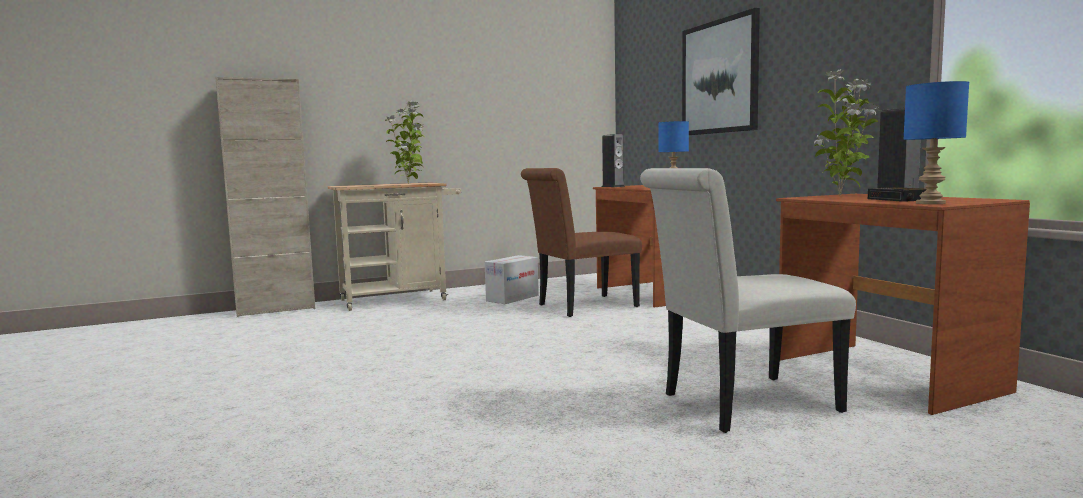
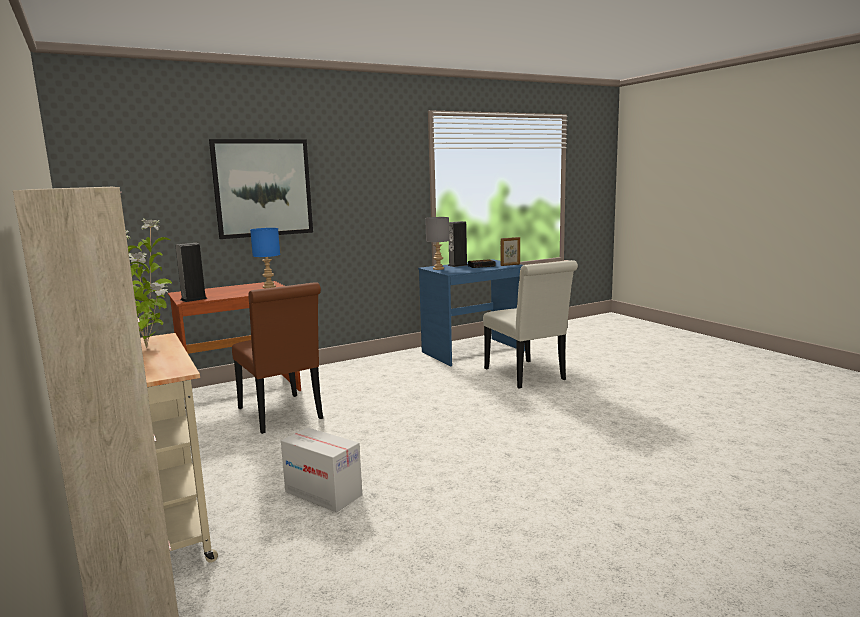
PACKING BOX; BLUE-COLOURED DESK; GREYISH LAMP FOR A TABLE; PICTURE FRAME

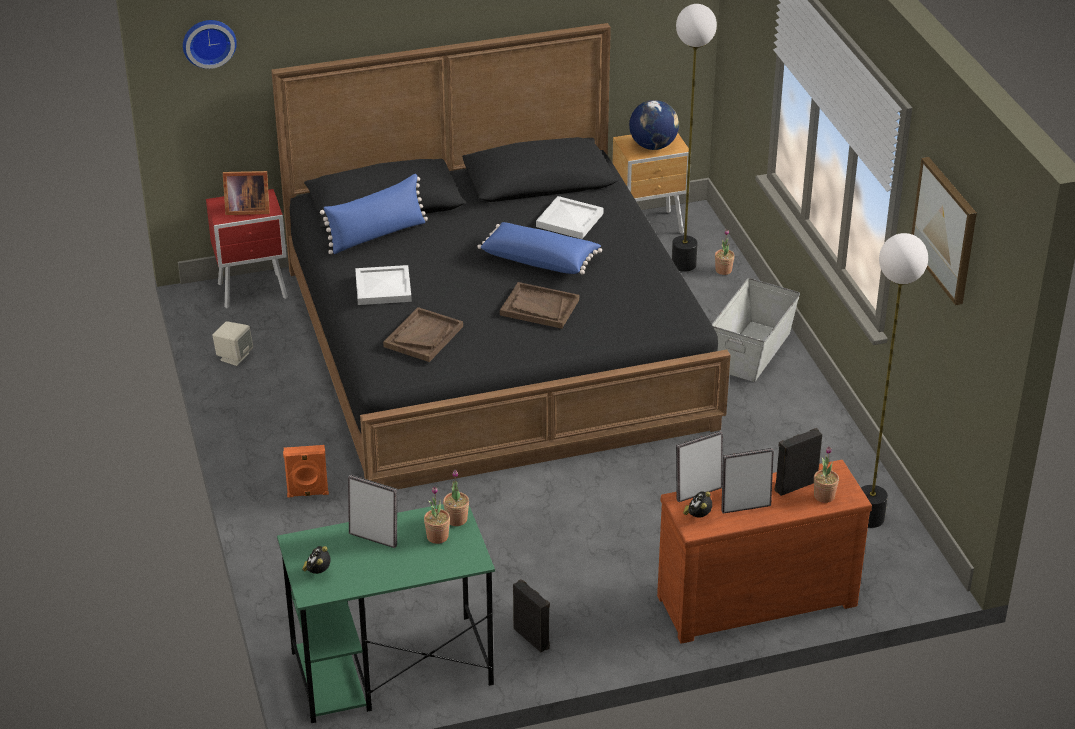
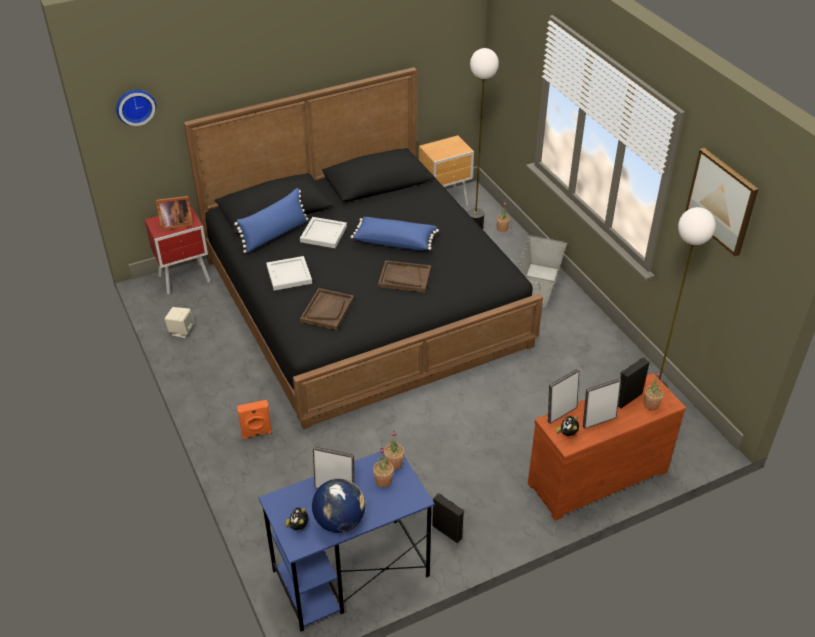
BLUE-COLOURED DESK; WHITE CARRYING TRAY (2nd from left); DESK GLOBE

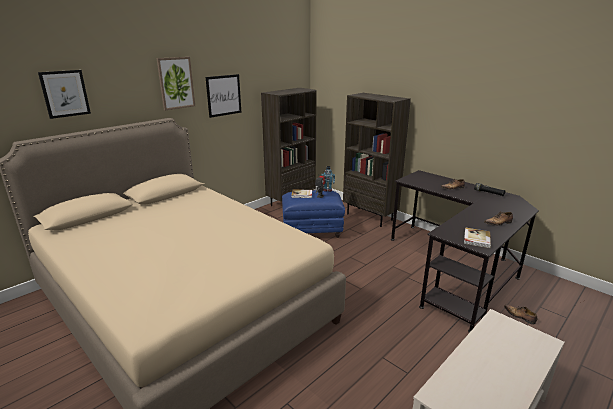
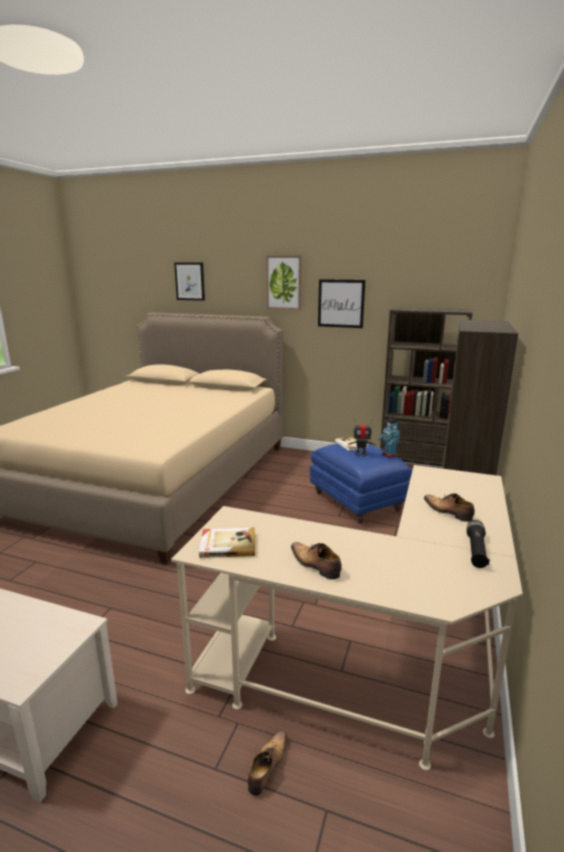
BEIGE DESK

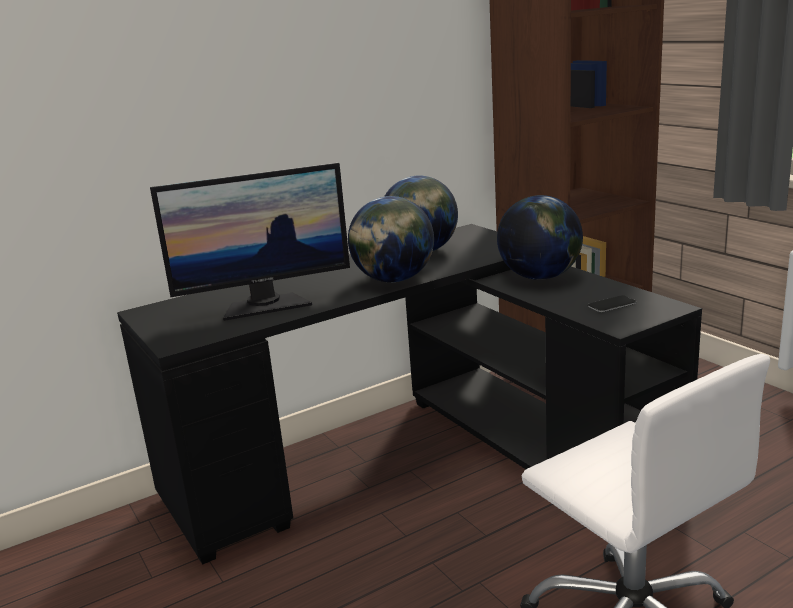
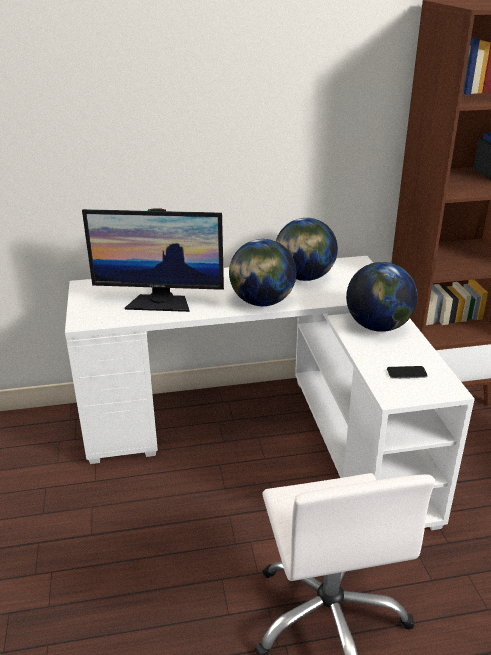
WHITE DESK

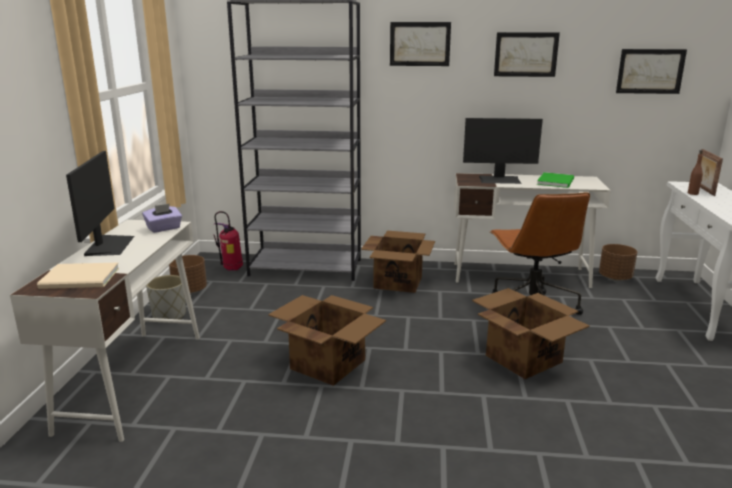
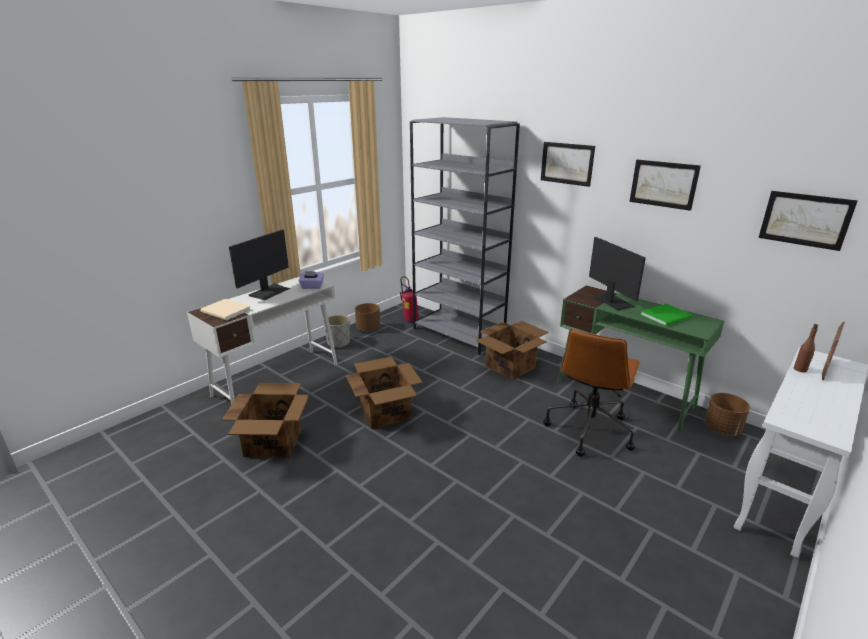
PACKING BOX (1st from left); GREEN-COLOURED DESK; COMPUTER DISPLAY (2nd from left)

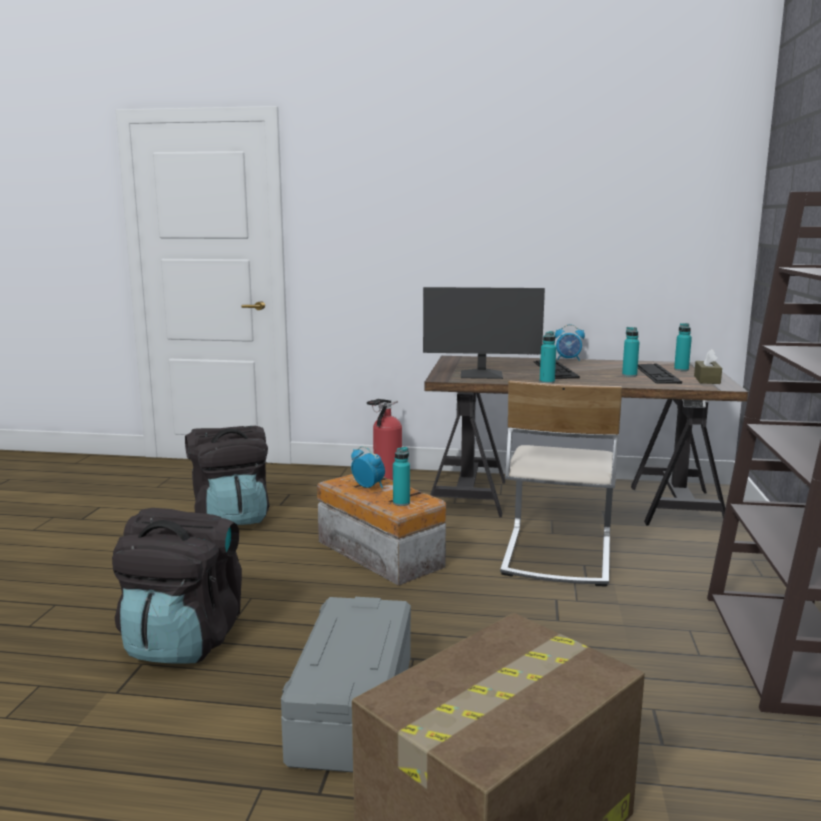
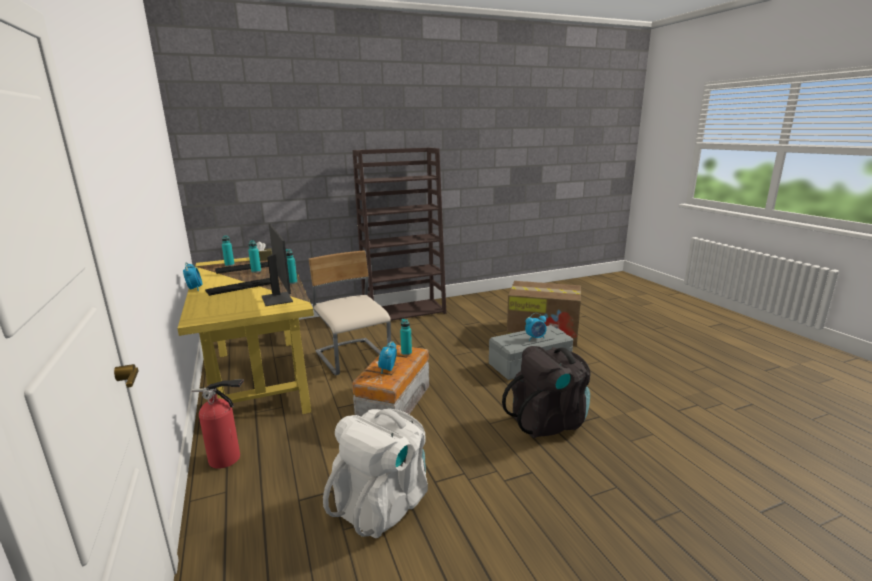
YELLOWISH DESK; BEIGE UPRIGHT CHAIR; WHITE KNAPSACK; ALARM CLOCK (3rd from left)

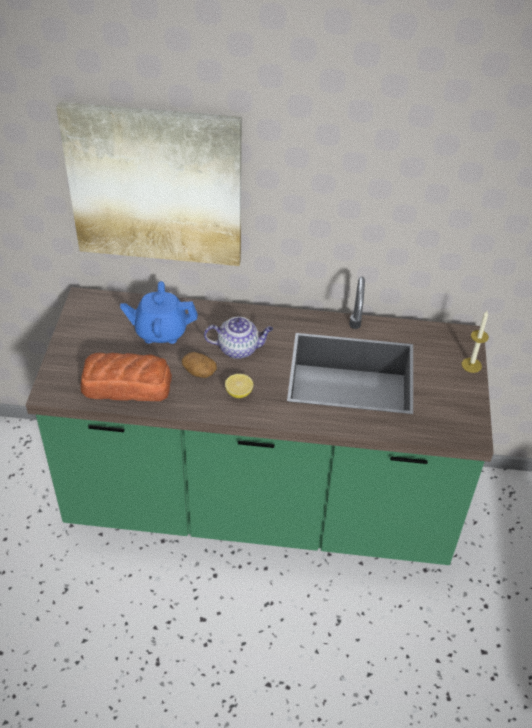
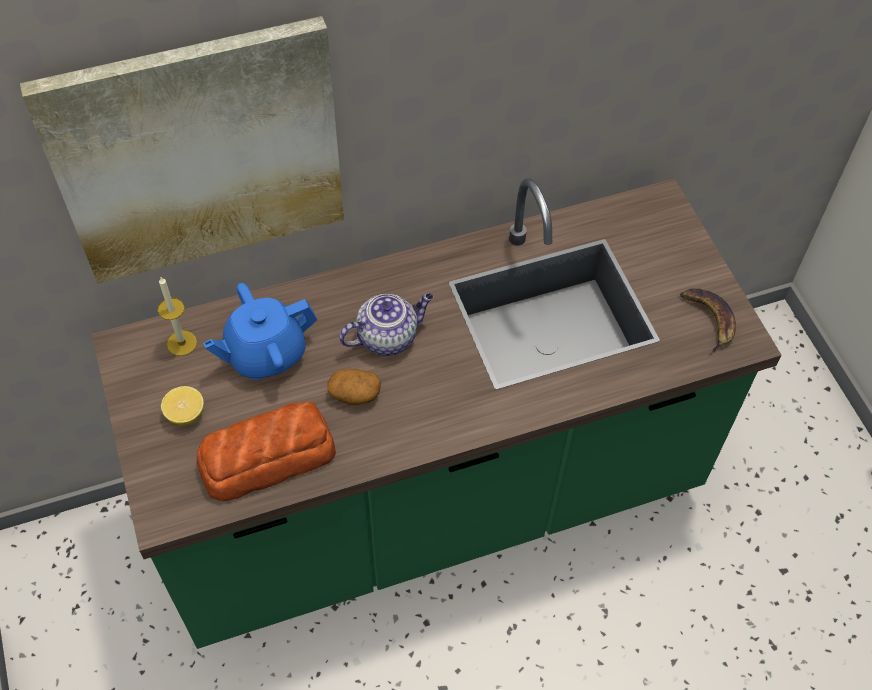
WAX CANDLE; WHOLE LEMON; BANANA FRUIT

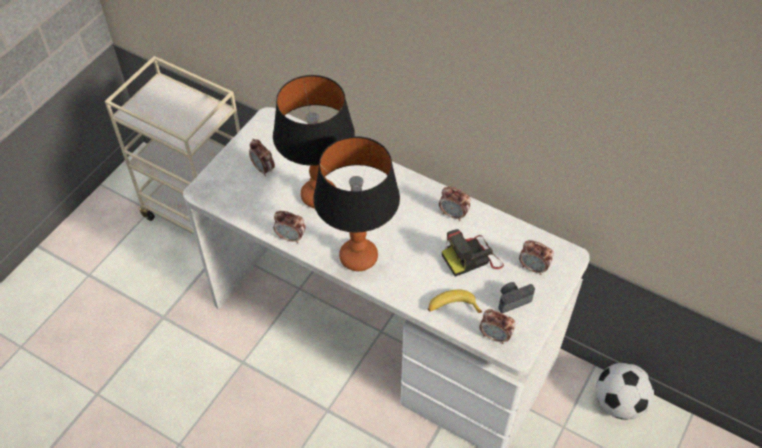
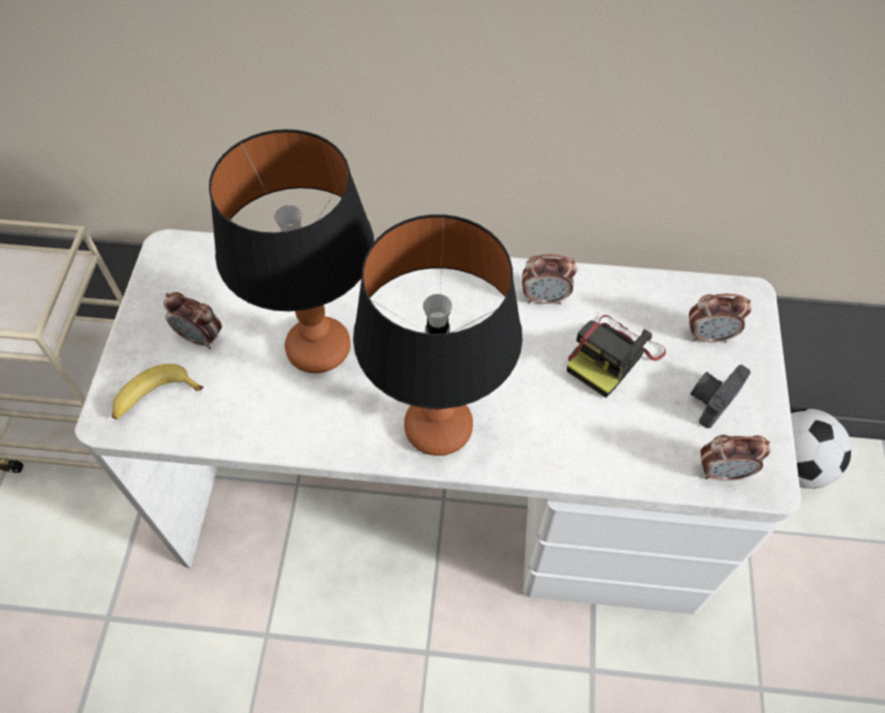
BANANA FRUIT; ALARM CLOCK (2nd from left in the first image)

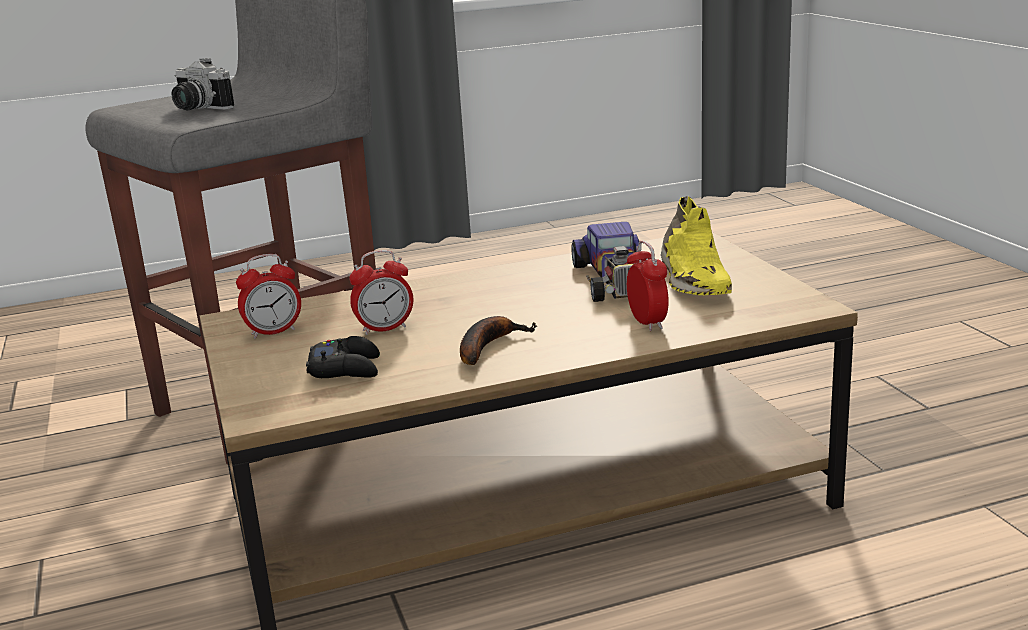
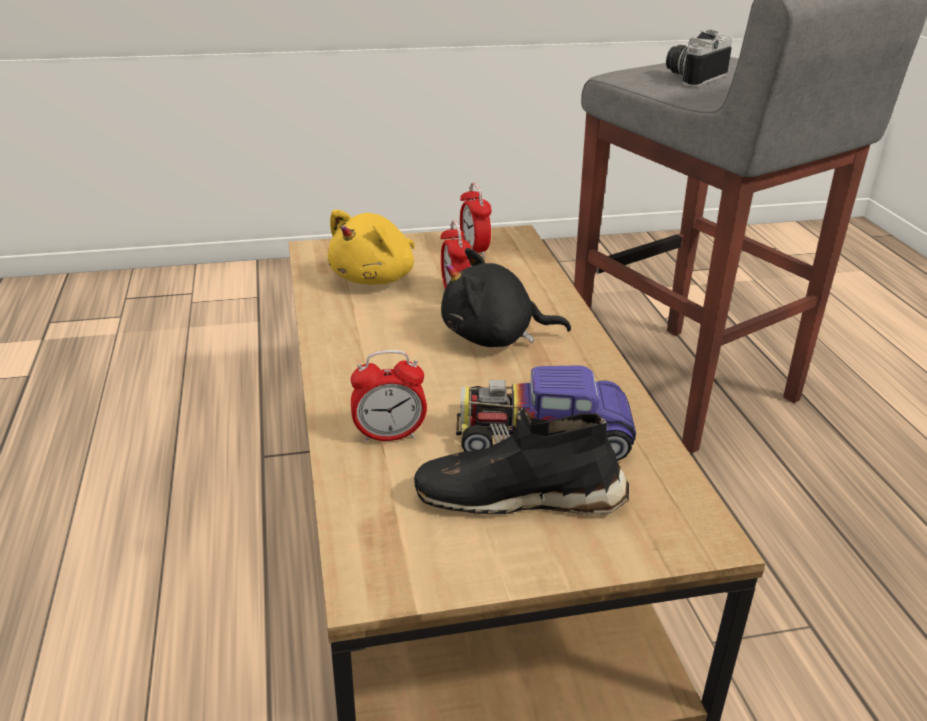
YELLOWISH CUDDLY TOY; BLACK-COLOURED LOW SHOE; BLACK-COLOURED CUDDLY TOY; BANANA FRUIT

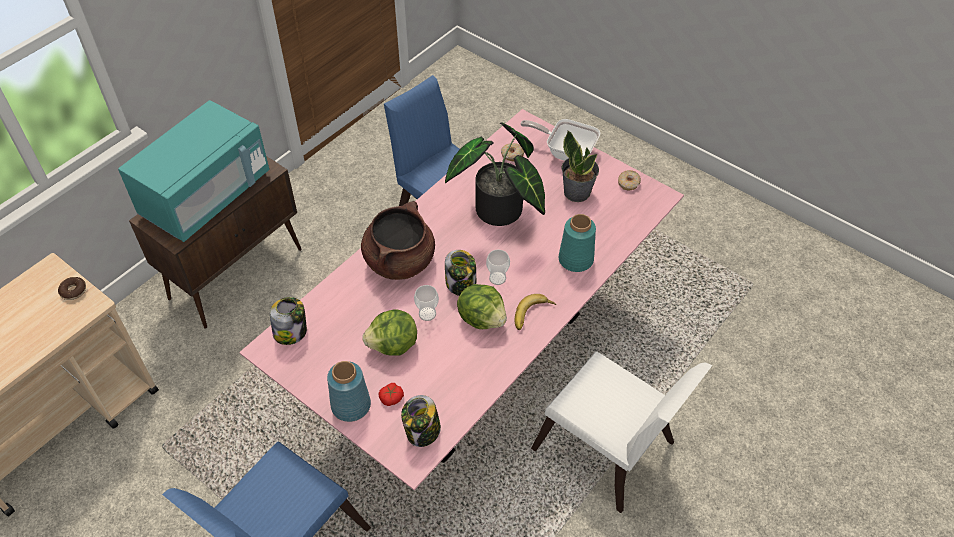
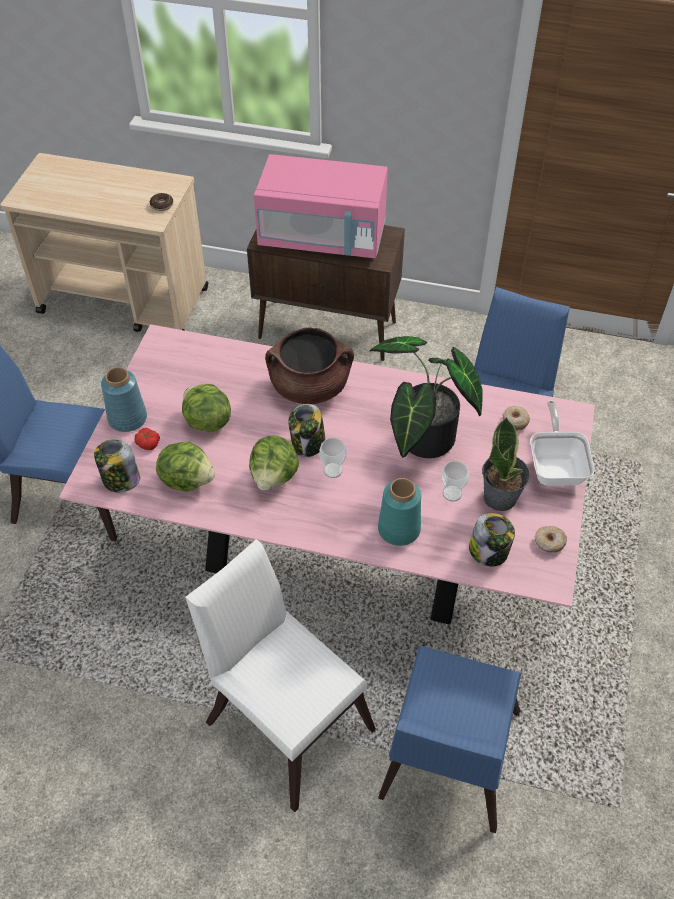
HEAD OF LETTUCE (1st from left); WHITE UPRIGHT CHAIR; PINK-COLOURED MICROWAVE OVEN; BLUE-COLOURED UPRIGHT CHAIR (2nd from left); CUP (2nd from left); PRESERVE JAR (3rd from left); BANANA FRUIT

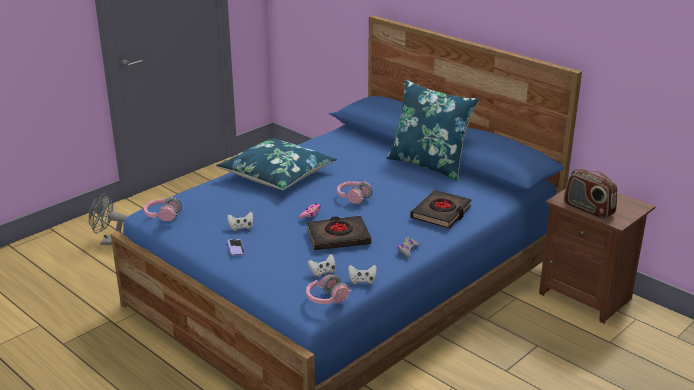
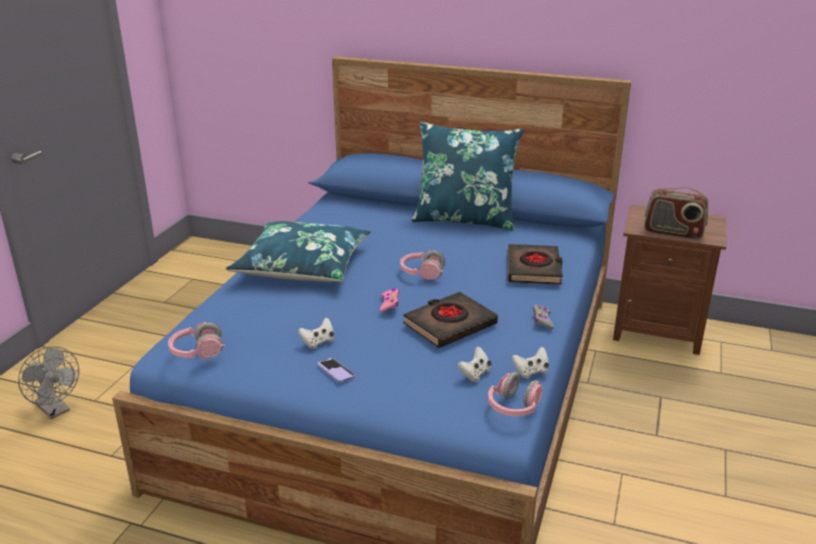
GREYISH COOLING FAN

